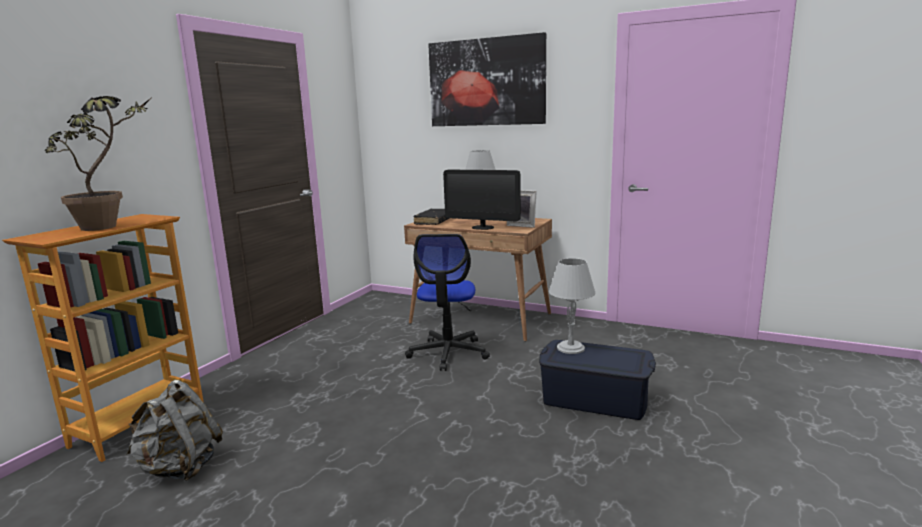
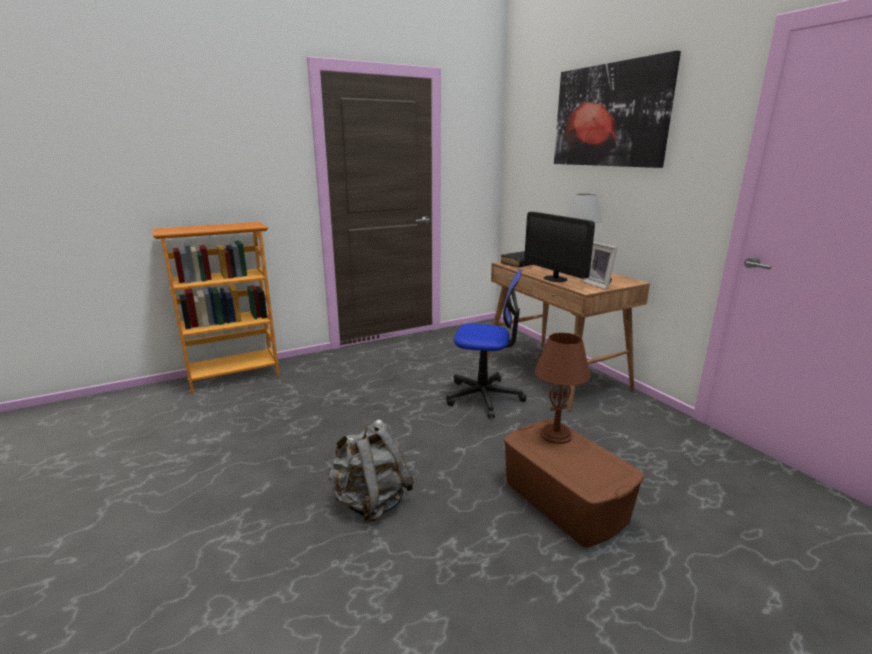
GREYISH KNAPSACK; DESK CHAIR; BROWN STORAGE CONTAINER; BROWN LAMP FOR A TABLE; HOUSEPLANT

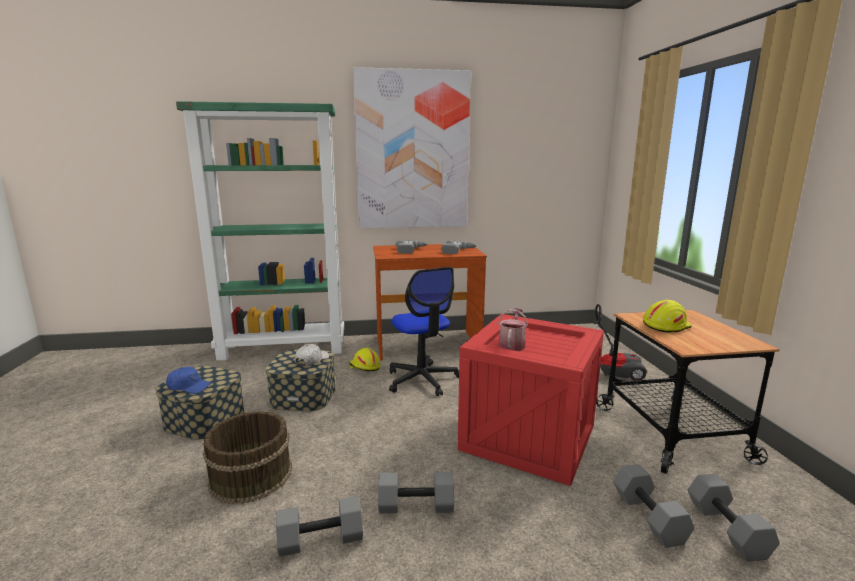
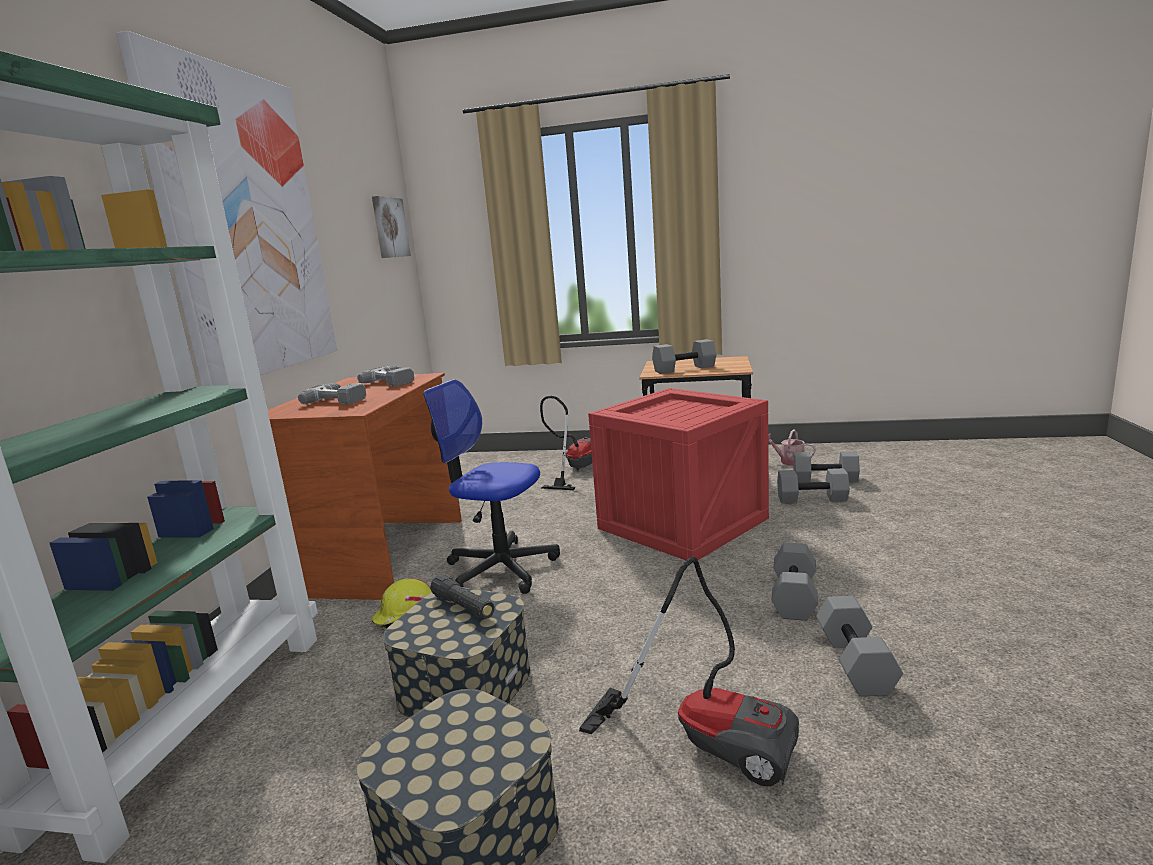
PICTURE (2nd from left); DESK CHAIR; BLACK-COLOURED HAND TORCH; HOOVER (2nd from left); GREYISH DUMBBELL (1st from left); SPRINKLING CAN; BLUE-COLOURED CAP

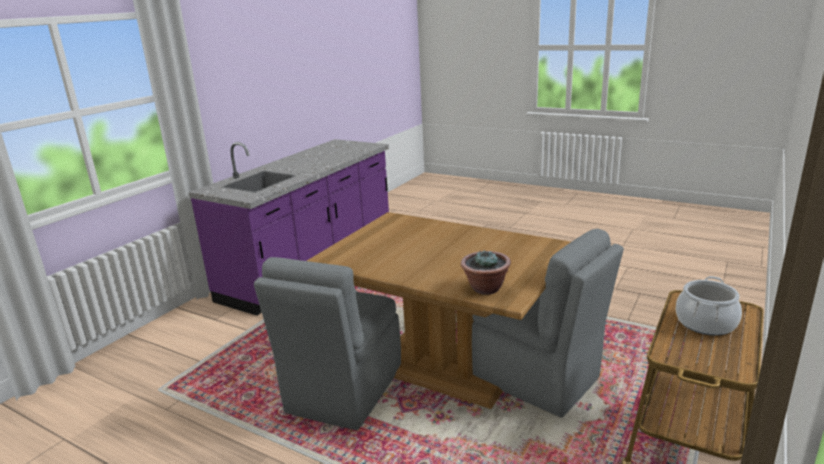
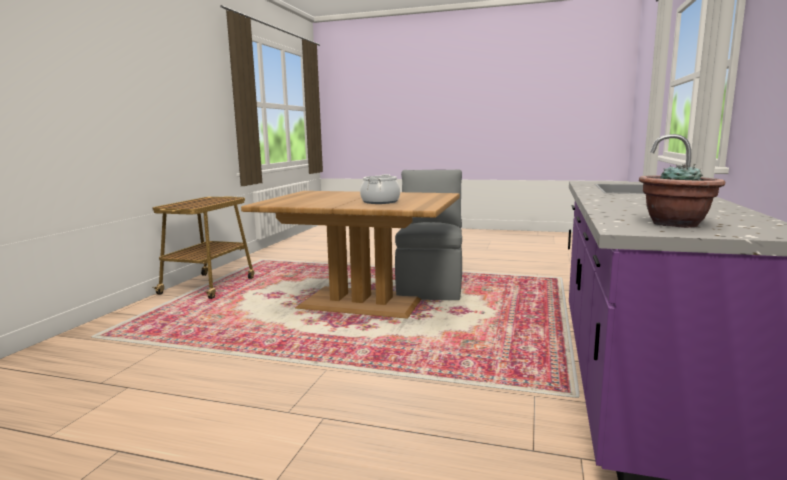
STOCKPOT; HOUSEPLANT; GREYISH UPRIGHT CHAIR (2nd from left in the first image)

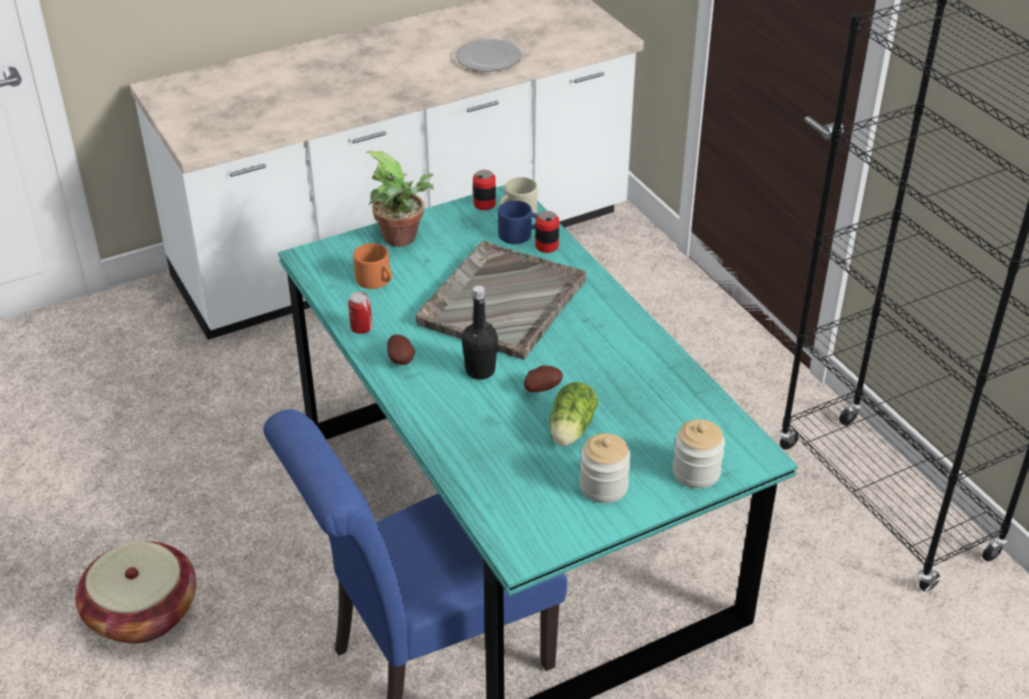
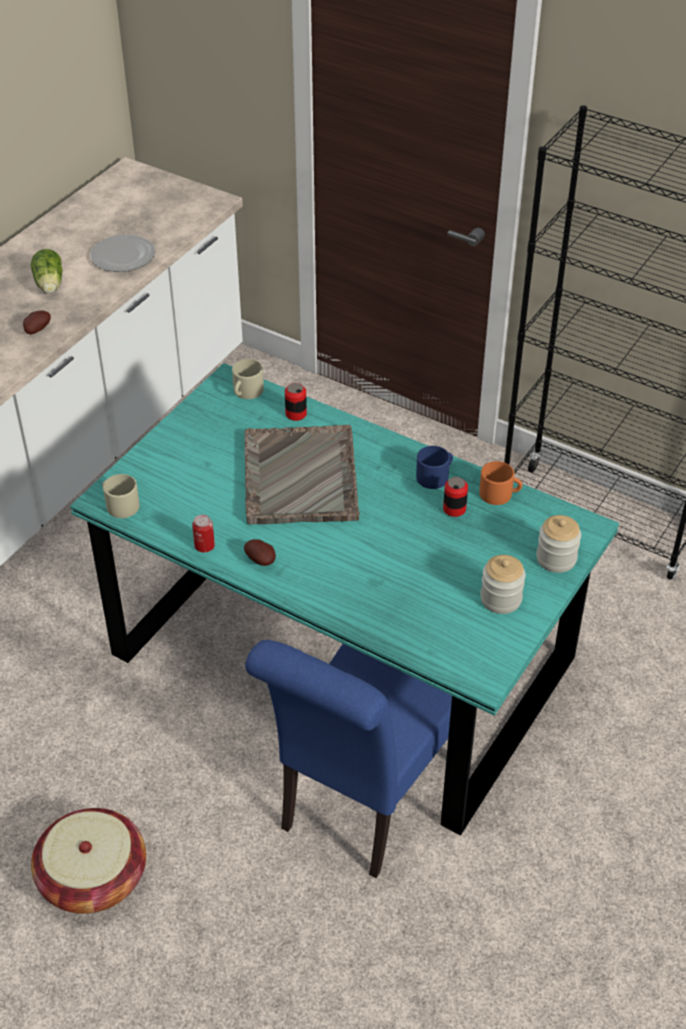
SPUD (1st from left); HEAD OF LETTUCE; BEIGE MUG (1st from left); BLUE-COLOURED MUG; SEALED CAN (3rd from left); ORANGE-COLOURED MUG; HOUSEPLANT; BLACK-COLOURED BOTTLE

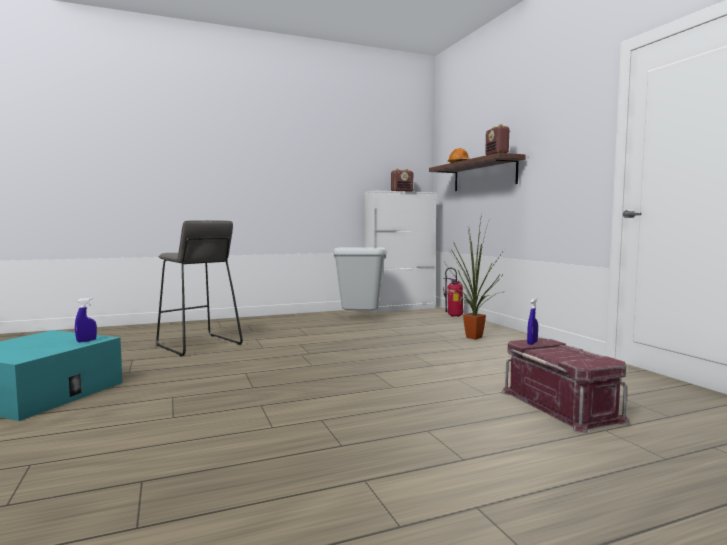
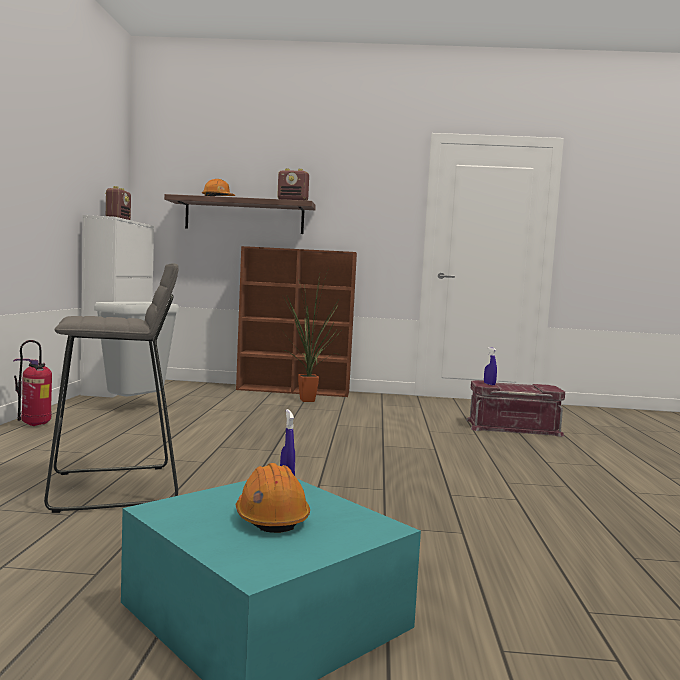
FIRE EXTINGUISHER; BROWN SHELVING UNIT; ORANGE-COLOURED WORK HELMET (2nd from left)

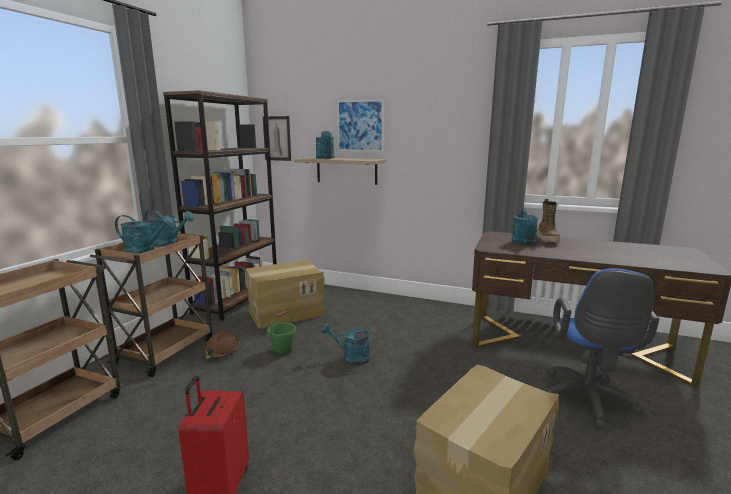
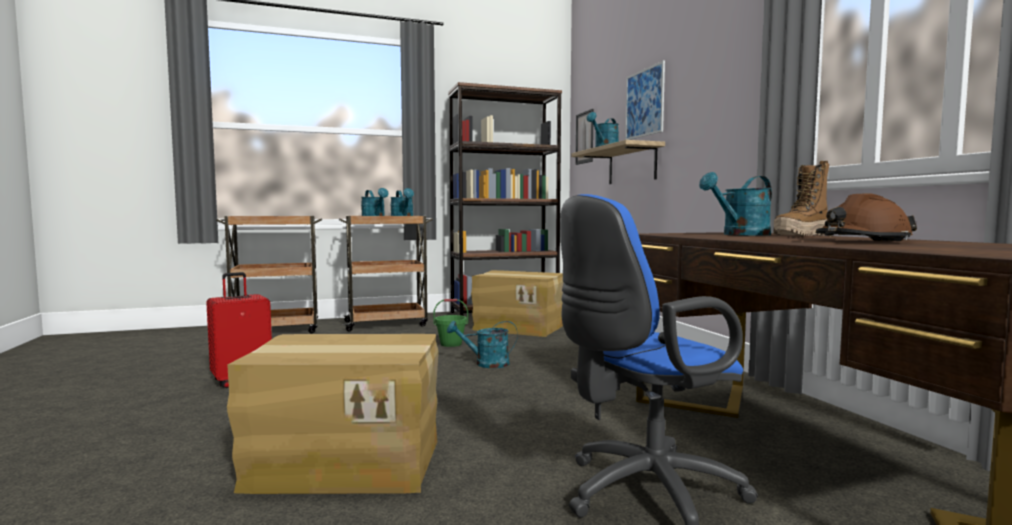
TURQUOISE-COLOURED SPRINKLING CAN (3rd from left); BROWN WORK HELMET

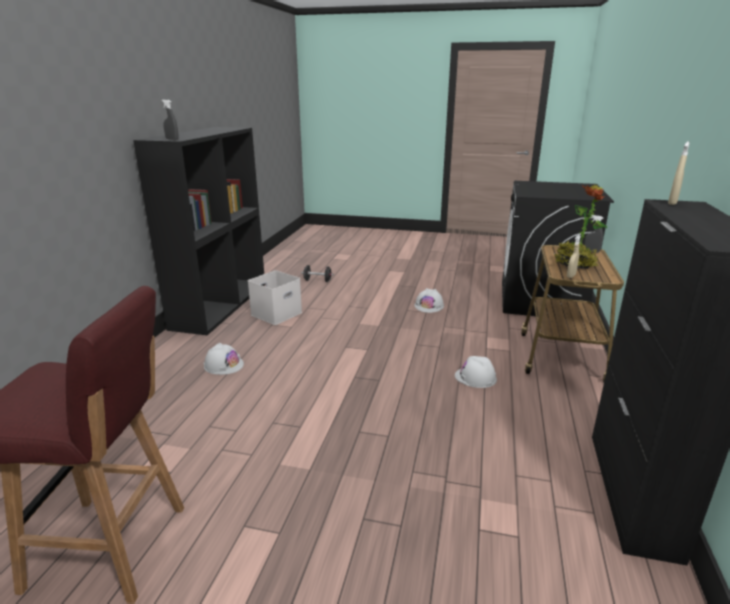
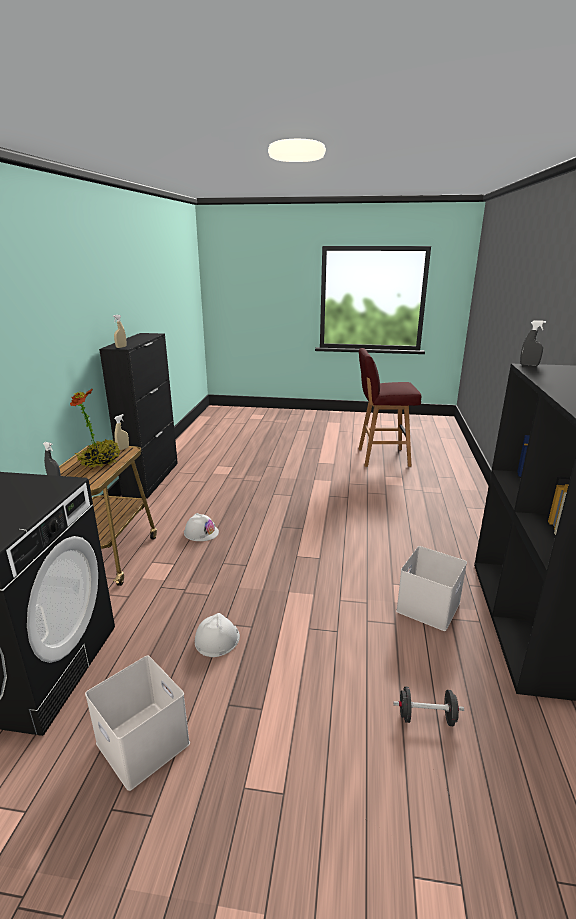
WHITE STORAGE CONTAINER (1st from left); WHITE WORK HELMET (1st from left in the first image)

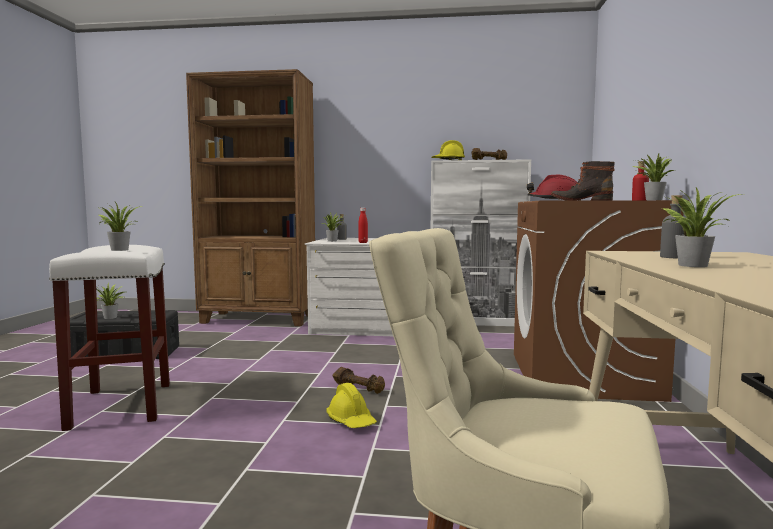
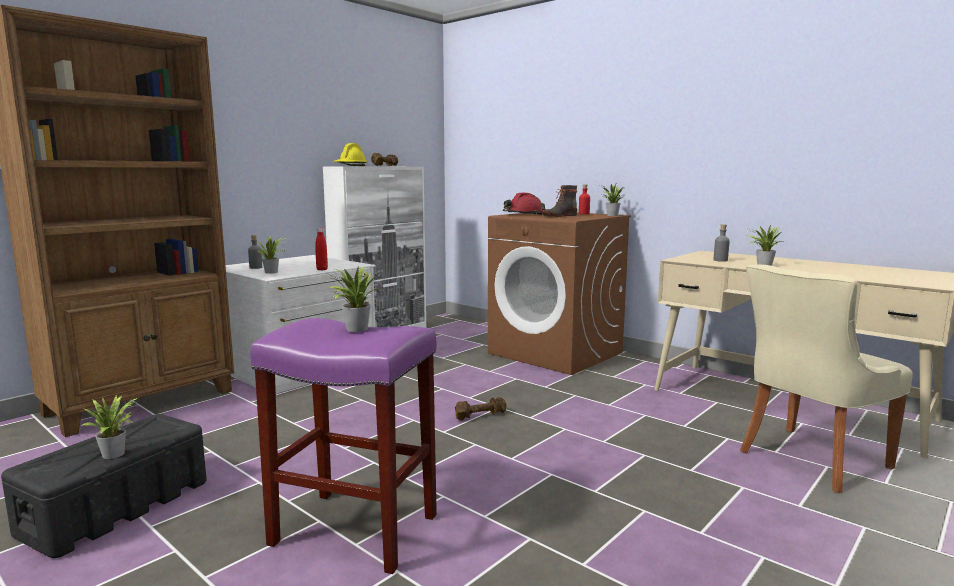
PURPLE SITTING STOOL; YELLOWISH WORK HELMET (1st from left in the first image)

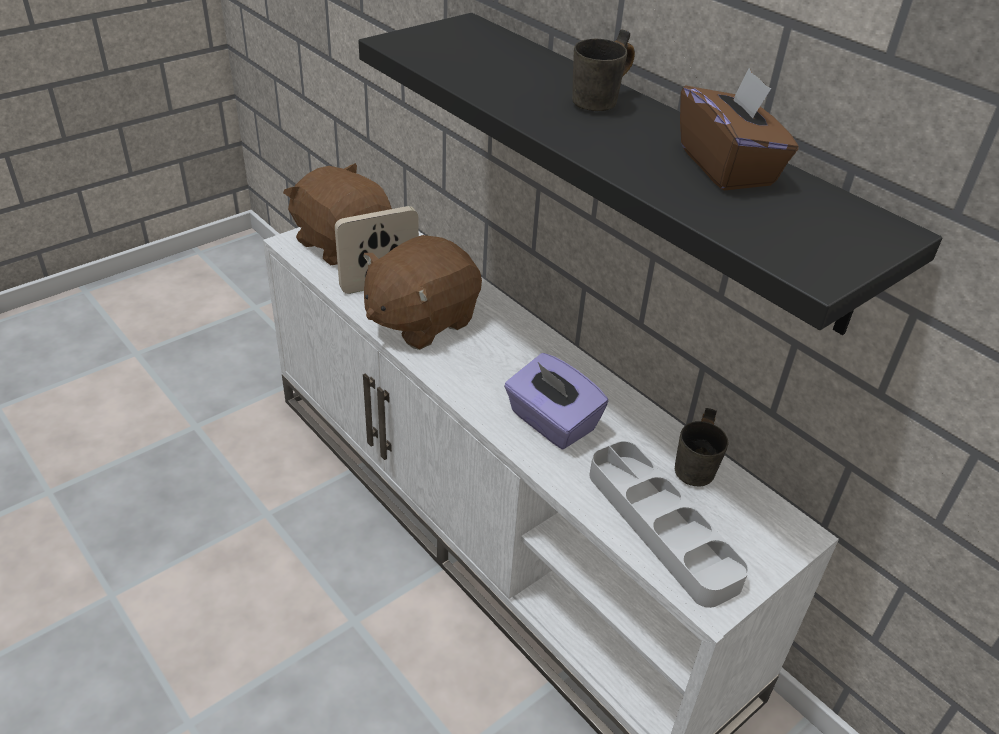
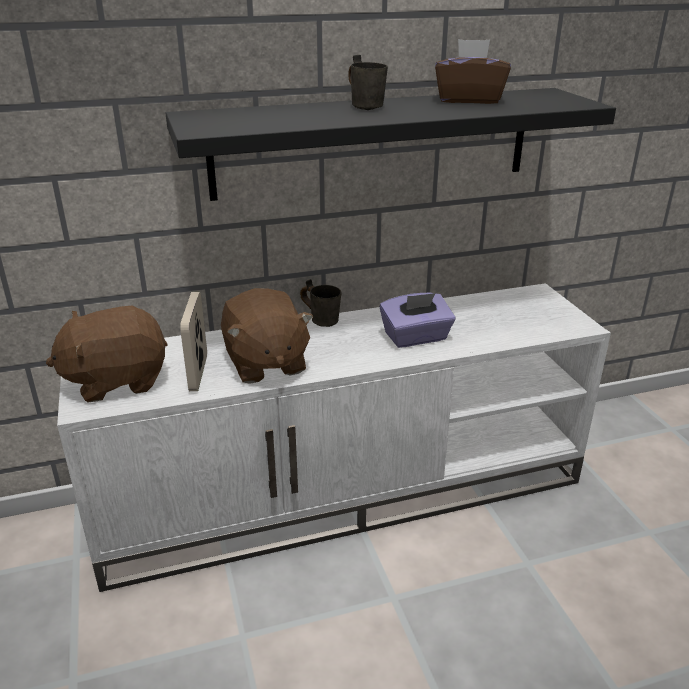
GREYISH MUG (1st from left); GREYISH CARRYING TRAY

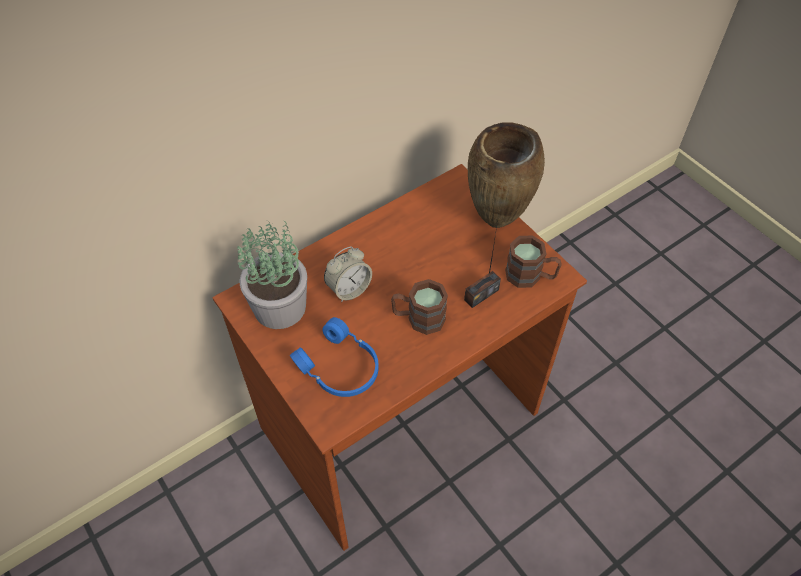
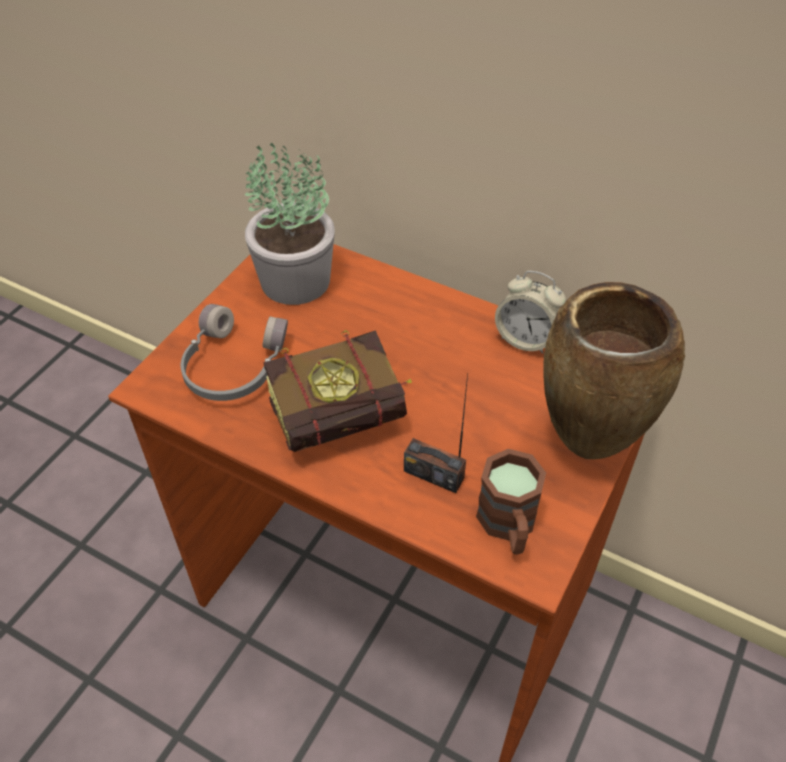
GREYISH HEADPHONES; BOUND BOOK; ALARM CLOCK

